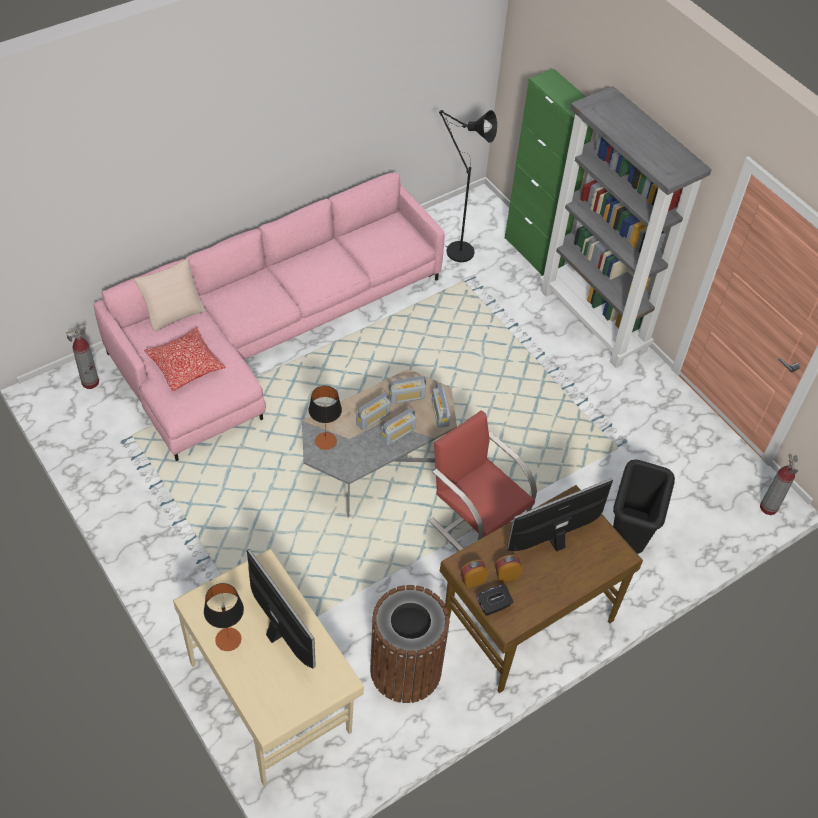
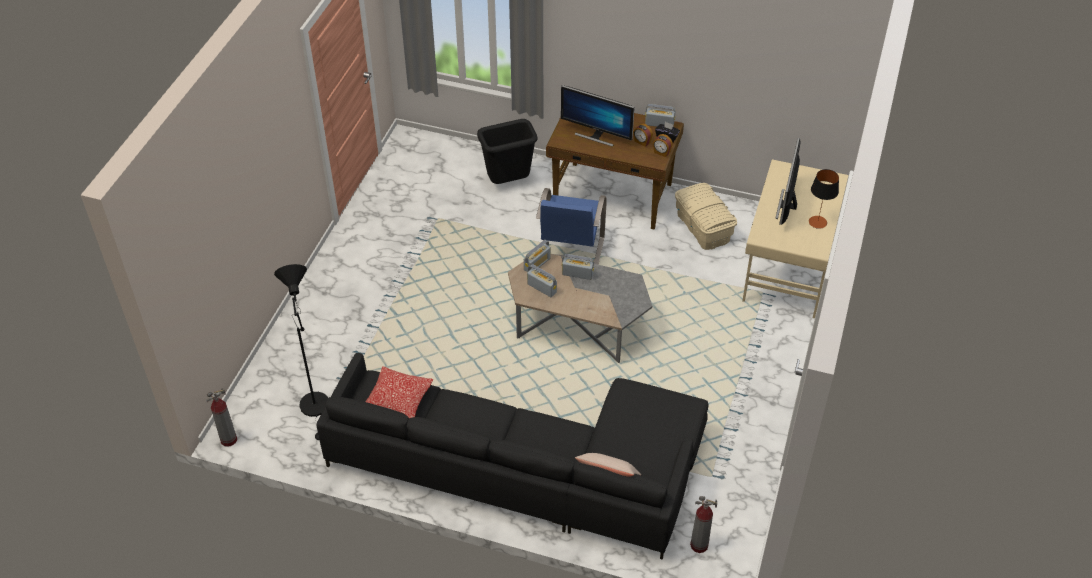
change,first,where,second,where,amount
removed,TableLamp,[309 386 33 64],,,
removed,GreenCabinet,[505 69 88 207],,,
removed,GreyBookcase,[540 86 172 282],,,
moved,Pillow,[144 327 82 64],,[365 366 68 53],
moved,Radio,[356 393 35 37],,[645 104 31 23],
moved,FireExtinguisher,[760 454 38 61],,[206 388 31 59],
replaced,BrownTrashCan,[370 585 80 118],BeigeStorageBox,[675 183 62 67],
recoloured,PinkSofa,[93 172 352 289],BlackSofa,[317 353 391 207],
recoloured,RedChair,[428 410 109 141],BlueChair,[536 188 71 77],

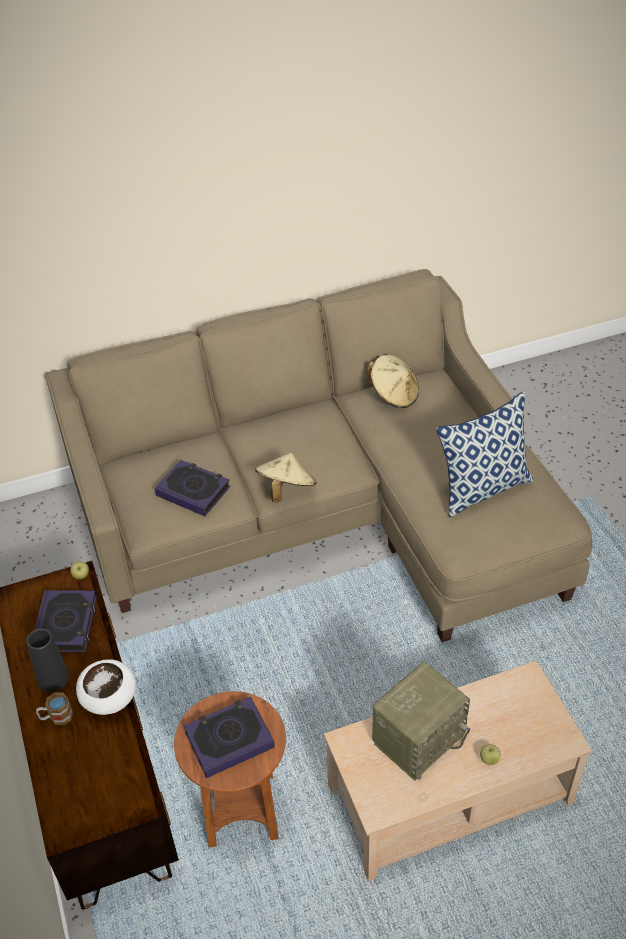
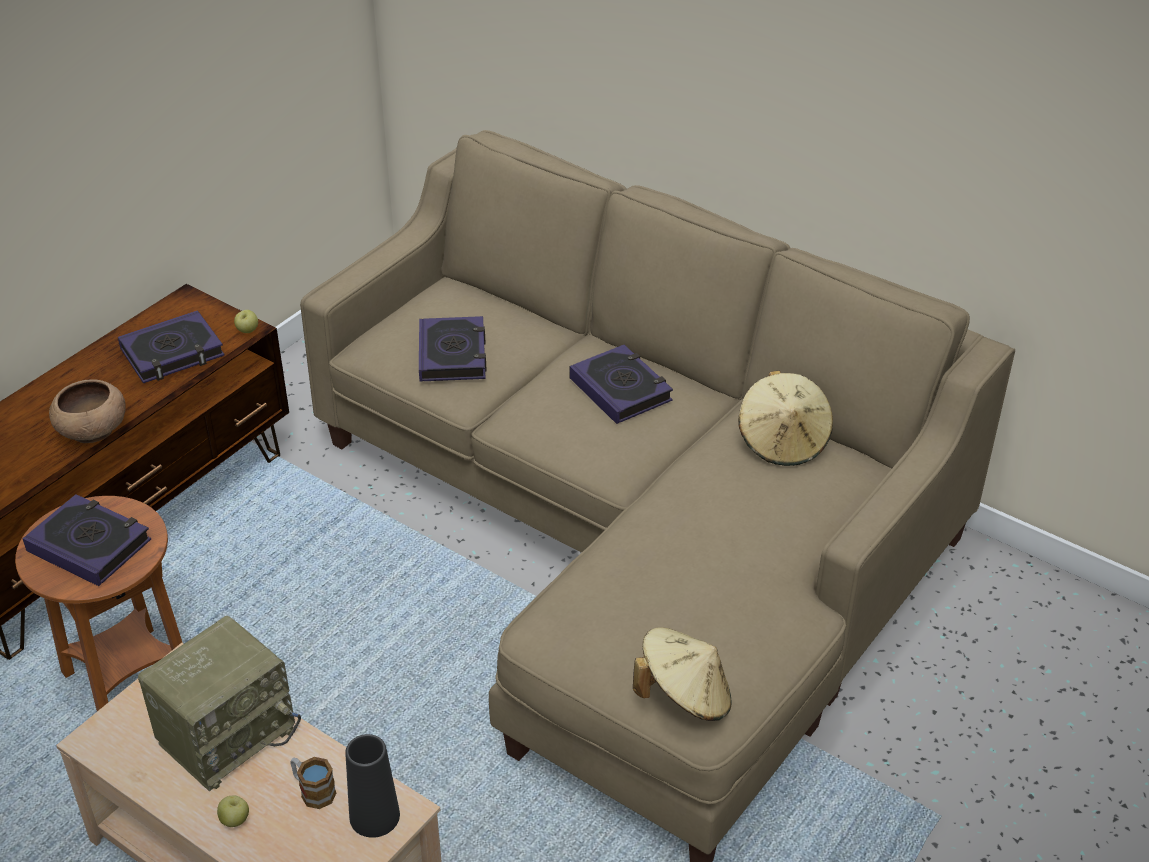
change,first,where,second,where,amount
removed,Pillow,[436 392 97 125],,,
added,,,Book,[570 345 103 79],
moved,BlackVase,[26 629 43 63],,[346 734 54 104],
moved,Mug,[36 692 37 33],,[290 757 46 52],
moved,BeigeHat,[255 453 62 50],,[633 627 98 94],
recoloured,WhiteBowl,[76 659 60 56],BrownBowl,[49 379 77 64],
turned,Radio,[372 662 98 119],,[138 616 163 175],60 degrees counterclockwise

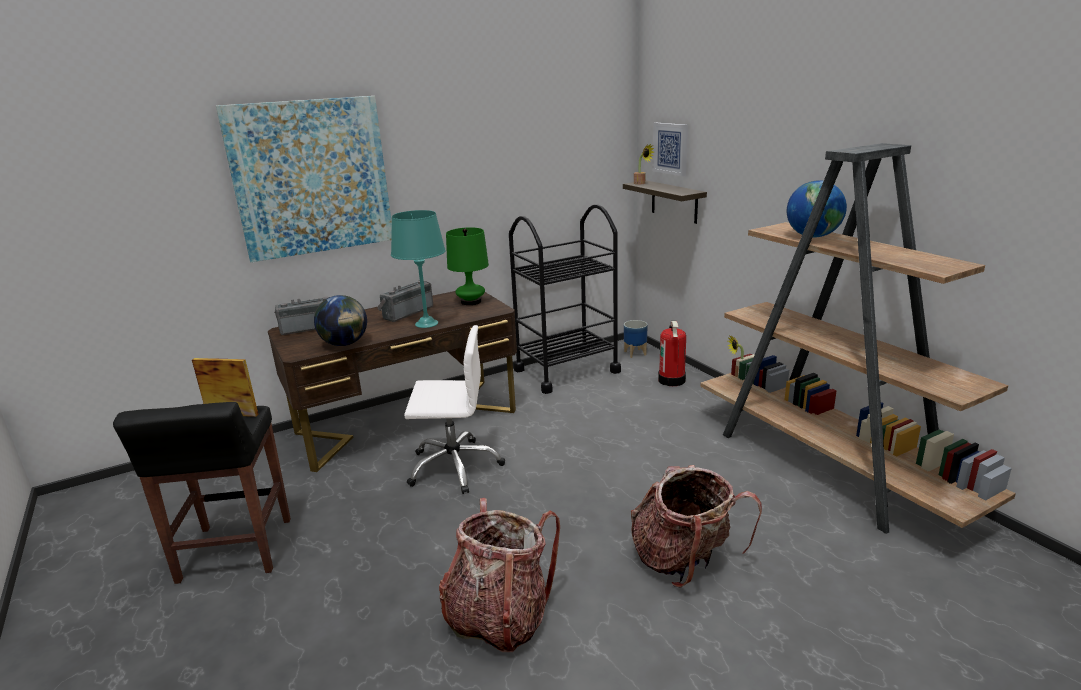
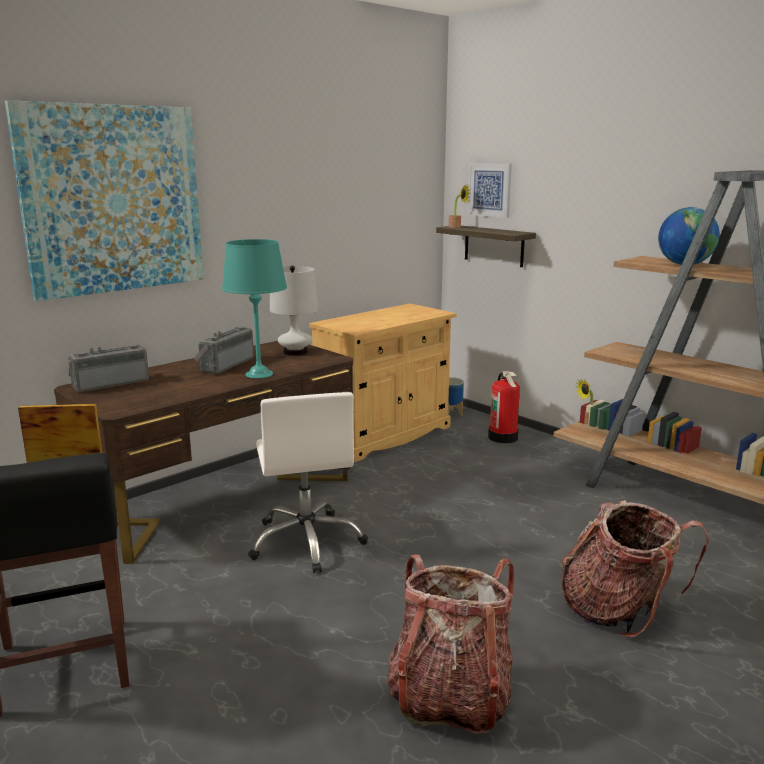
change,first,where,second,where,amount
removed,Globe,[314 295 53 51],,,
replaced,BlackCart,[509 204 112 190],BeigeCabinet,[309 303 148 159],
recoloured,GreenTableLamp,[446 228 43 77],WhiteTableLamp,[270 266 48 90],
turned,WhiteOfficeChair,[404 325 101 169],,[248 392 120 181],90 degrees clockwise

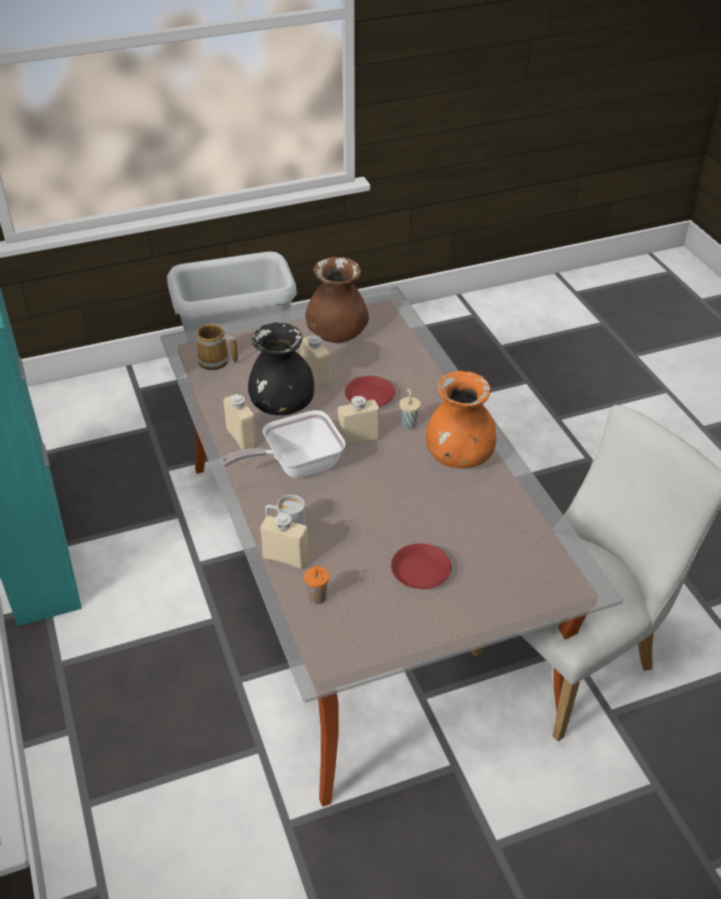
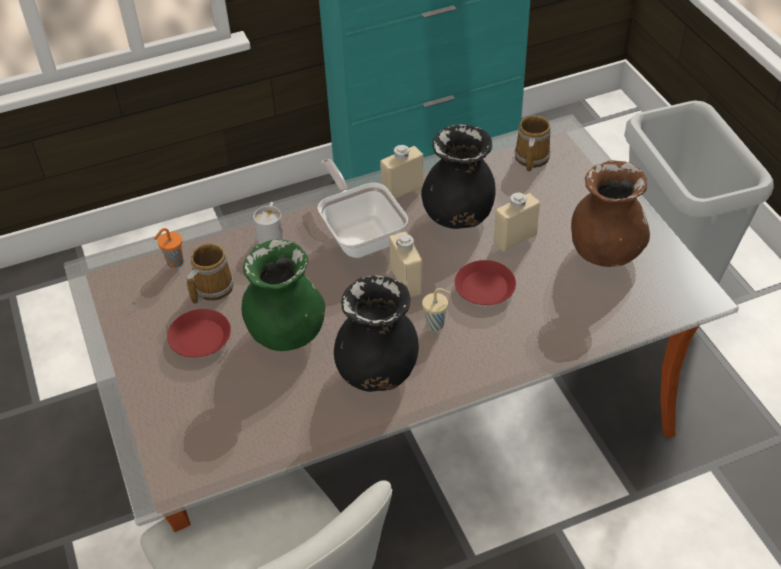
change,first,where,second,where,amount
removed,BeigeBottle,[260 513 49 56],,,
added,,,Mug,[187 243 47 61],
added,,,GreenVase,[242 239 83 112],
recoloured,OrangeVase,[426 371 70 97],BlackVase,[334 275 85 117],

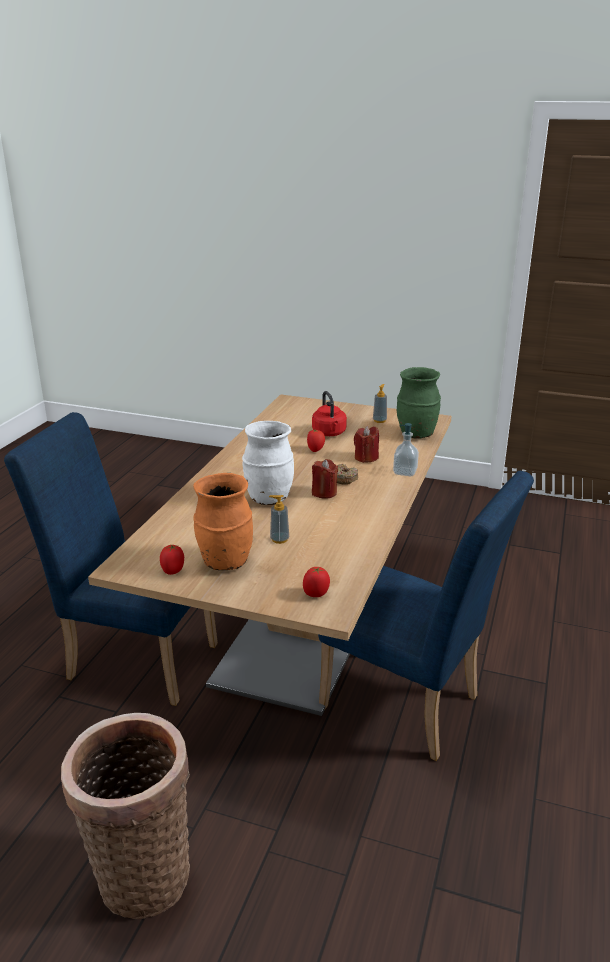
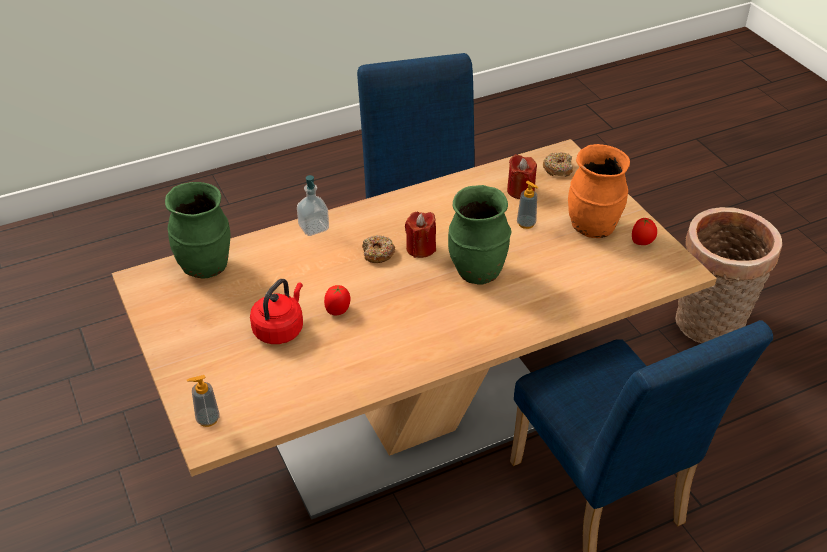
change,first,where,second,where,amount
moved,RedCandle,[354 426 25 37],,[507 154 30 45],
moved,SoapDispenser,[373 384 14 39],,[187 375 33 52],
replaced,Tomato,[303 567 27 30],Donut,[543 152 30 25],
recoloured,WhiteVase,[242 421 52 84],GreenVase,[448 185 63 100],

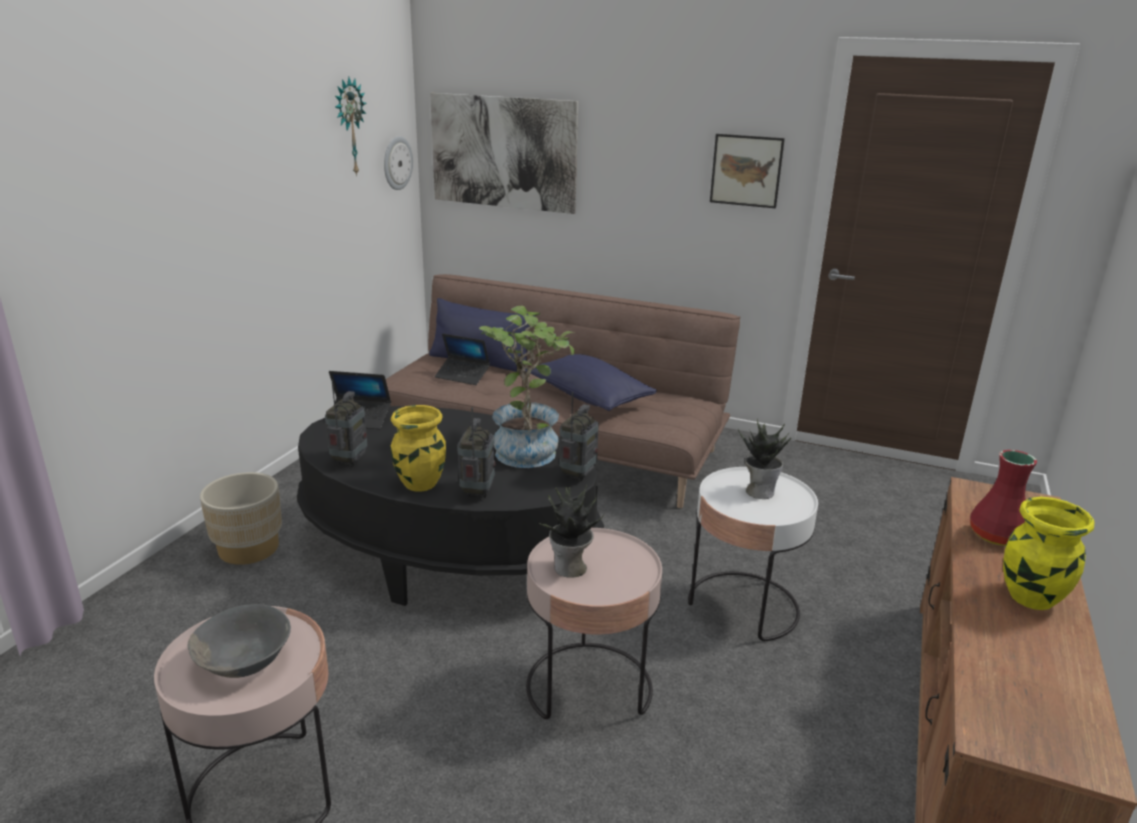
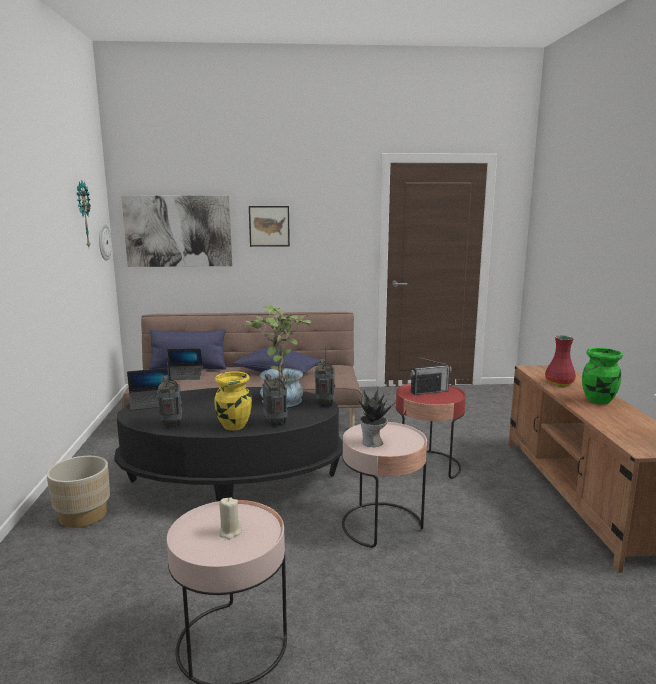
change,first,where,second,where,amount
moved,Picture,[710 134 75 74],,[249 206 41 41],
replaced,GreyBowl,[187 604 104 74],BeigeCandle,[219 497 23 43],
replaced,PottedPlant,[738 420 53 79],Radio,[410 357 42 38],
recoloured,WhiteSideTable,[688 467 130 174],RedSideTable,[396 383 70 96],
recoloured,YellowVase,[1003 497 91 113],GreenVase,[582 348 41 56],

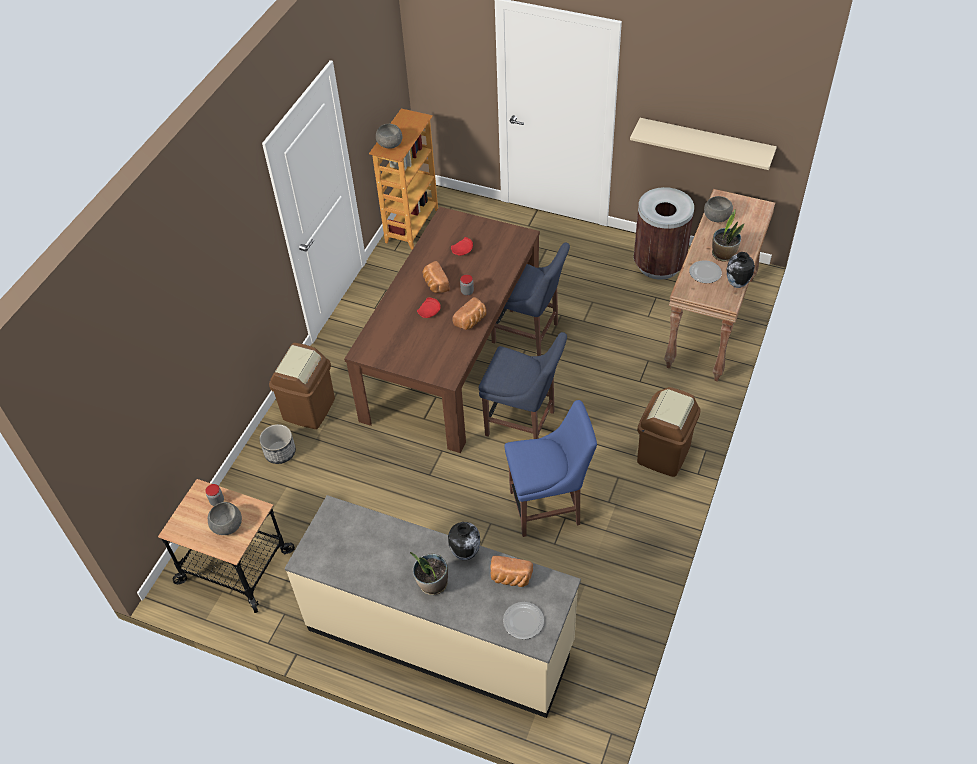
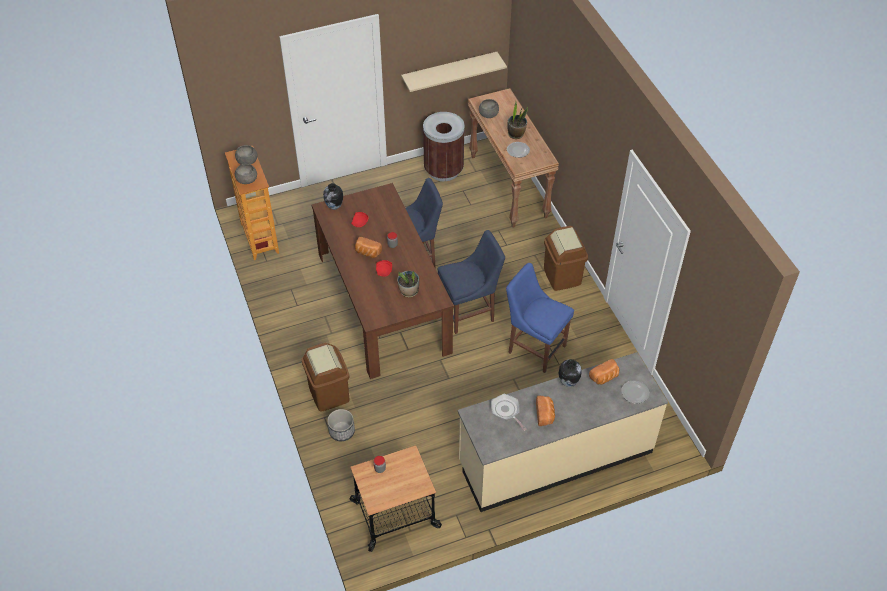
change,first,where,second,where,amount
added,,,FryingPan,[491 394 36 37],
moved,GreyBowl,[208 502 34 33],,[235 145 23 20],
moved,PottedPlant,[410 552 38 43],,[397 271 22 26],
moved,Bread,[452 297 34 33],,[536 396 19 30],
moved,Vase,[727 252 28 36],,[323 183 20 27],
turned,BlueChair,[504 400 93 137],,[506 263 68 110],90 degrees counterclockwise

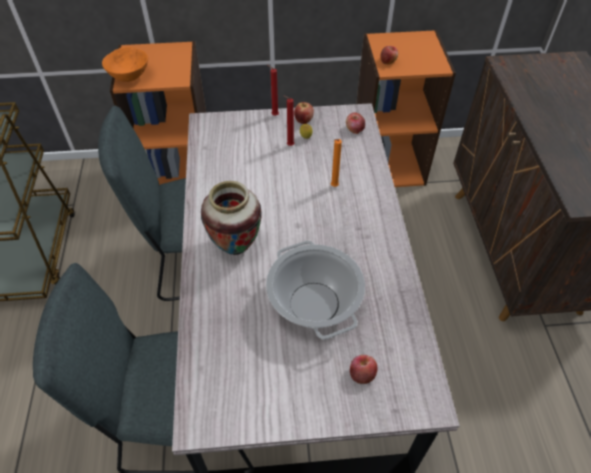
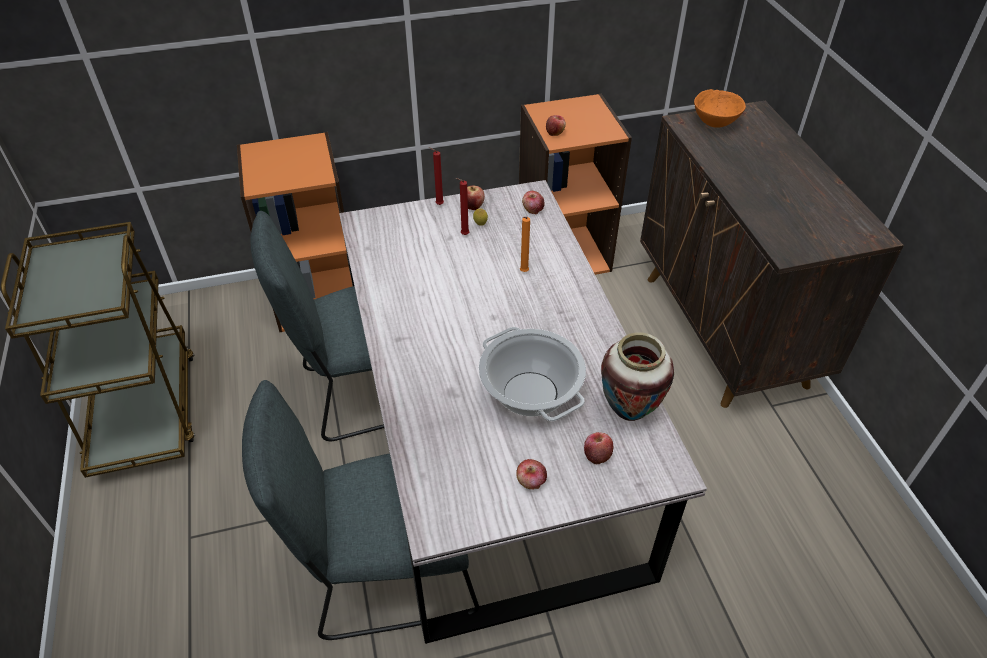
change,first,where,second,where,amount
added,,,Apple,[516 459 31 30],
moved,OrangeBowl,[102 47 46 35],,[694 89 52 39],
moved,Vase,[201 181 61 74],,[601 332 73 89],

